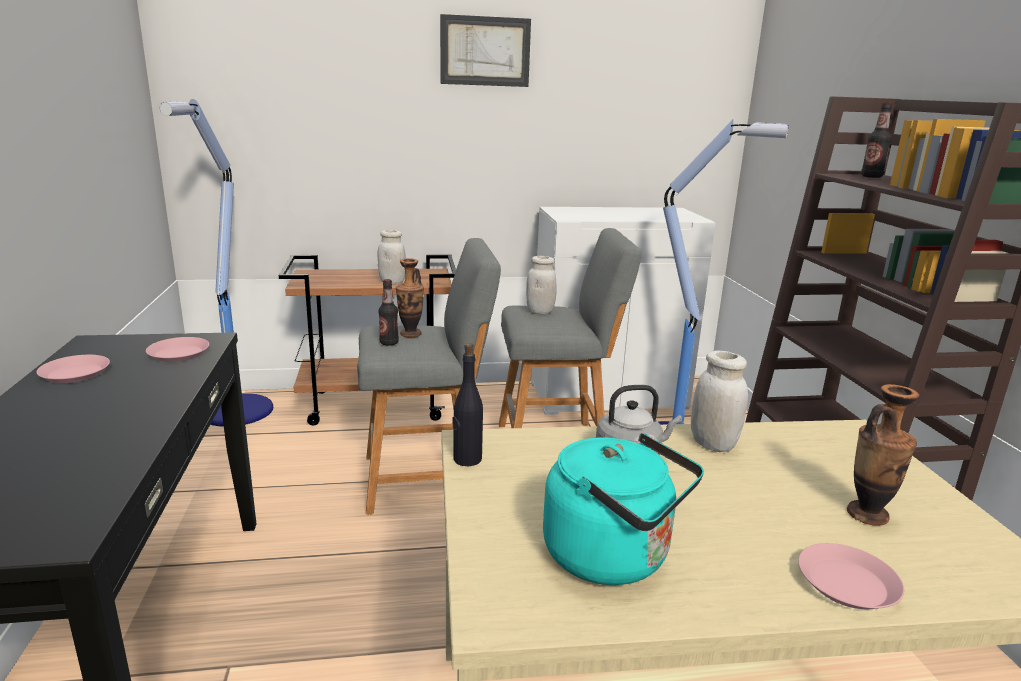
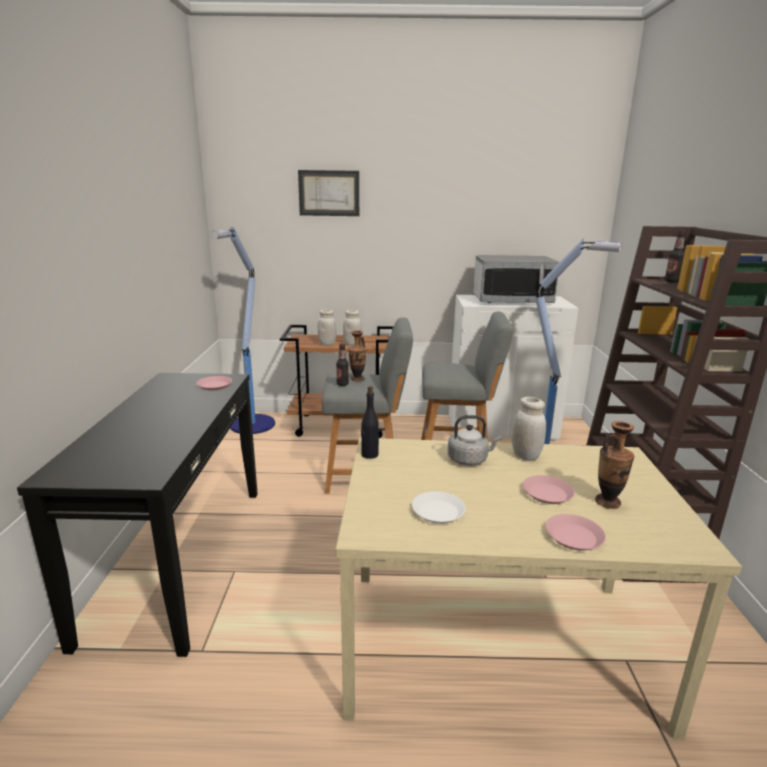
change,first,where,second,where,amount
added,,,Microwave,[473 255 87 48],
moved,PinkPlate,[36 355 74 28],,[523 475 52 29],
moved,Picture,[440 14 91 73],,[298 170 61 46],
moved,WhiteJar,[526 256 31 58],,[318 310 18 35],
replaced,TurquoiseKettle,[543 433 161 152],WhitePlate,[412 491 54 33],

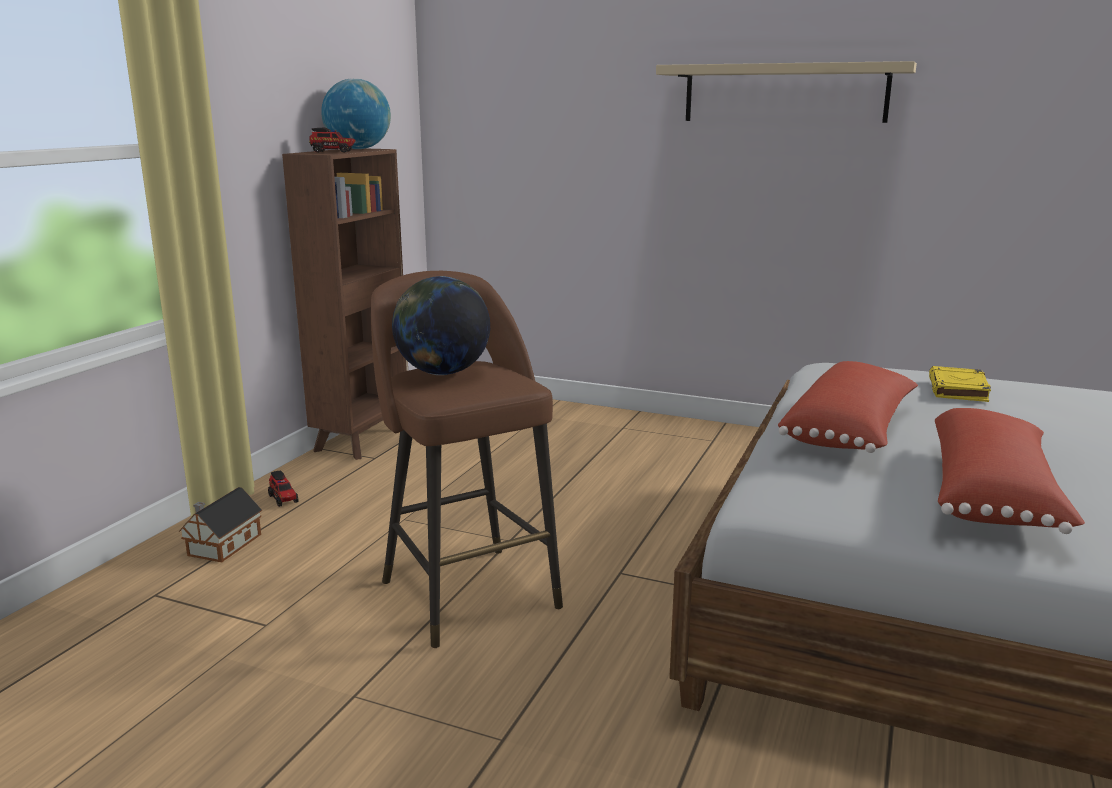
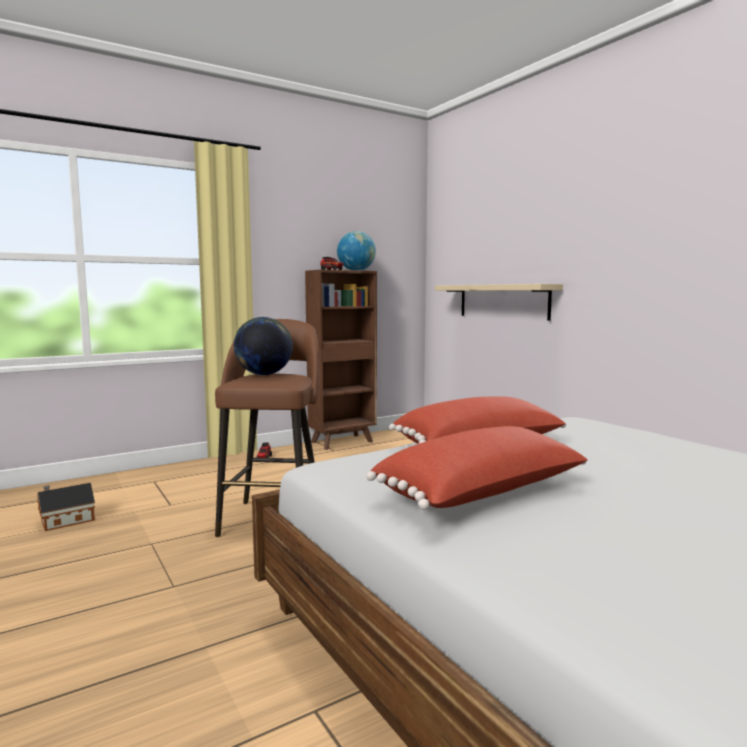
change,first,where,second,where,amount
removed,YellowBook,[929 366 62 36],,,
moved,ToyHouse,[179 487 83 75],,[37 483 58 48],
moved,BeigeShelf,[656 61 261 62],,[435 284 128 36],

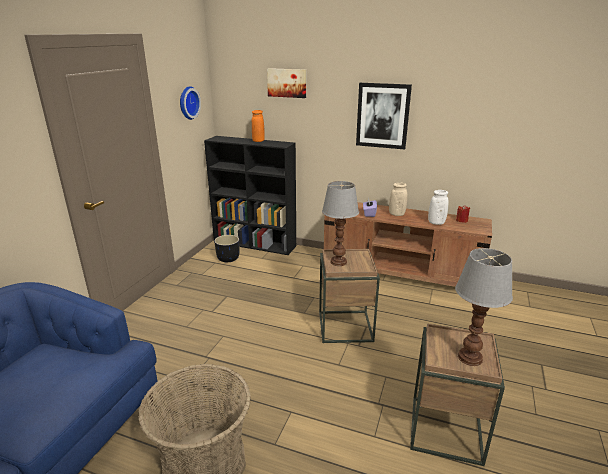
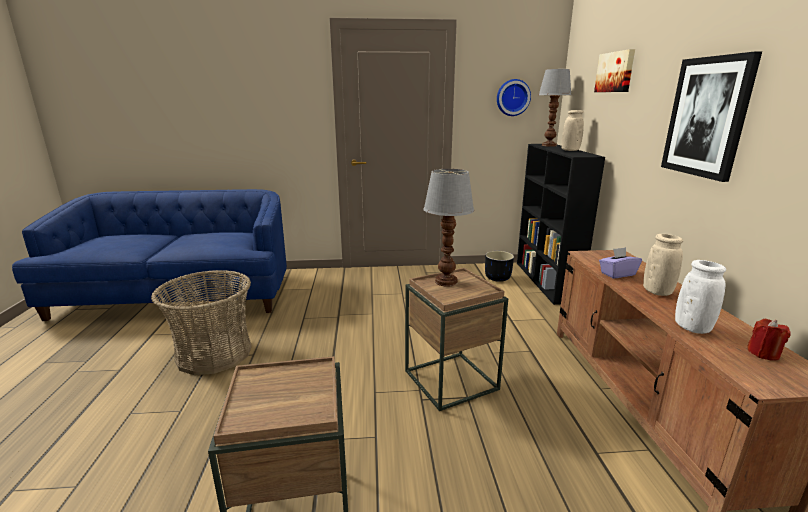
change,first,where,second,where,amount
moved,TableLamp,[455 248 58 118],,[539 69 32 78],
recoloured,OrangeVase,[252 110 13 32],BeigeVase,[561 110 23 41],

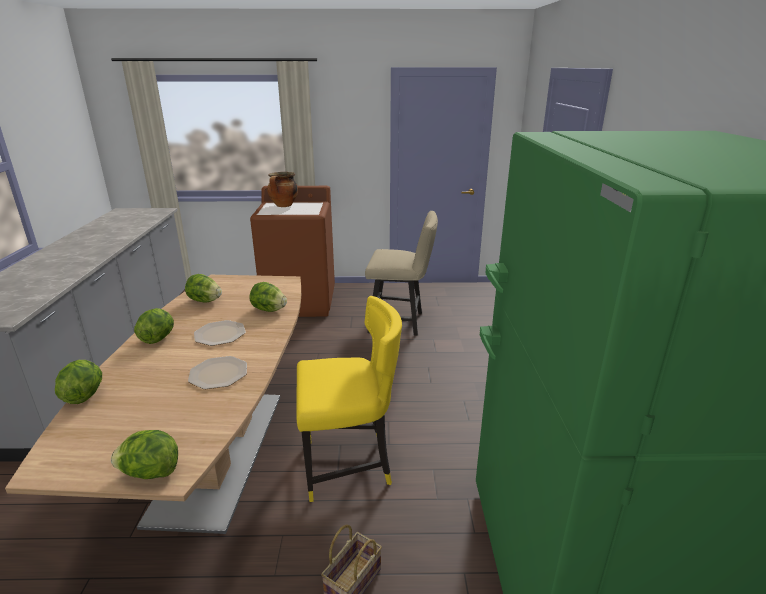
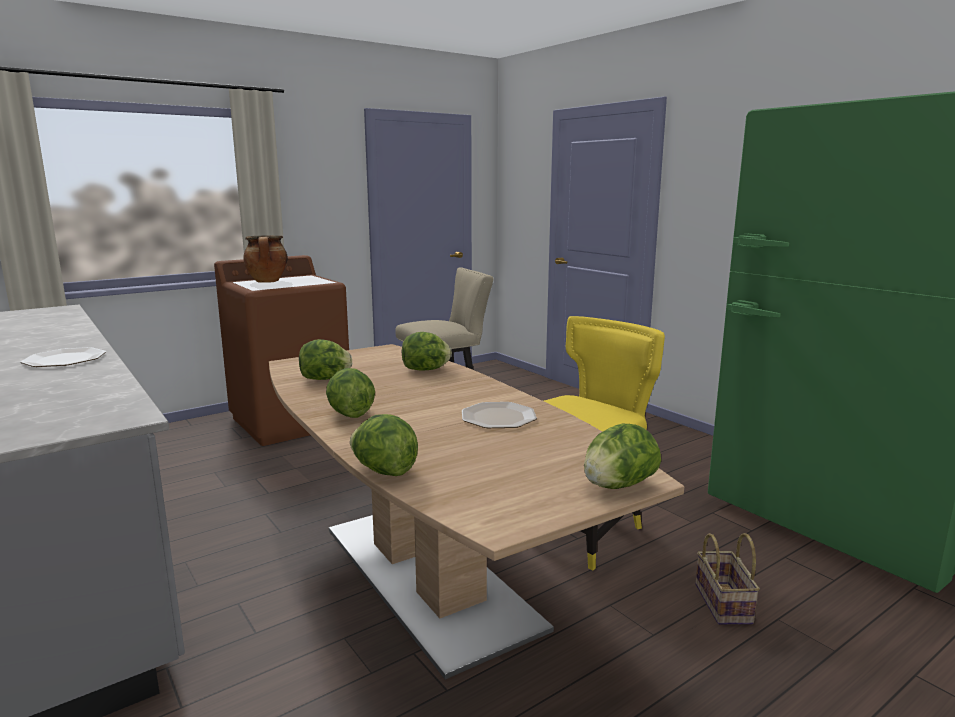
change,first,where,second,where,amount
moved,Plate,[194 320 52 26],,[20 347 86 20],

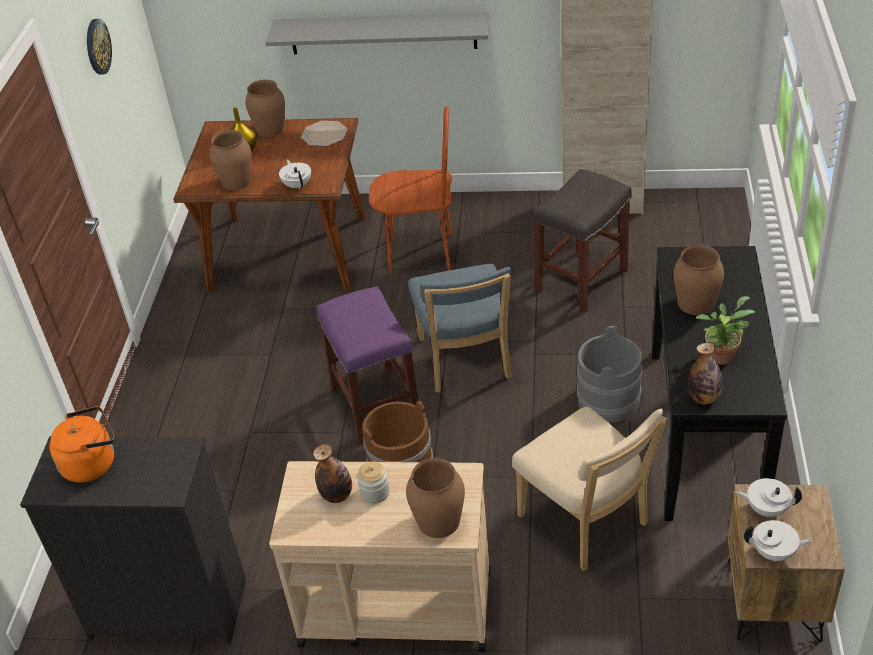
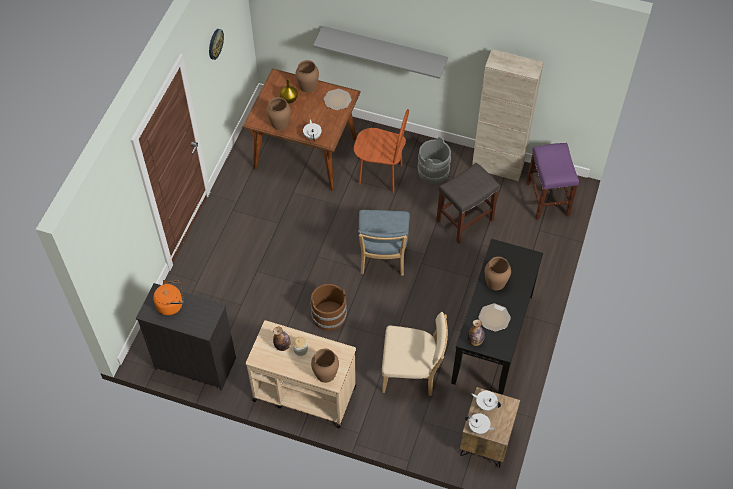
change,first,where,second,where,amount
moved,PurpleStool,[316 286 103 159],,[526 143 53 77],
moved,GreyBucket,[577 326 65 96],,[418 137 33 47],
replaced,PottedPlant,[696 296 59 69],Plate,[478 303 33 29],
turned,BeigeChair,[512 407 155 164],,[382 312 66 84],60 degrees counterclockwise

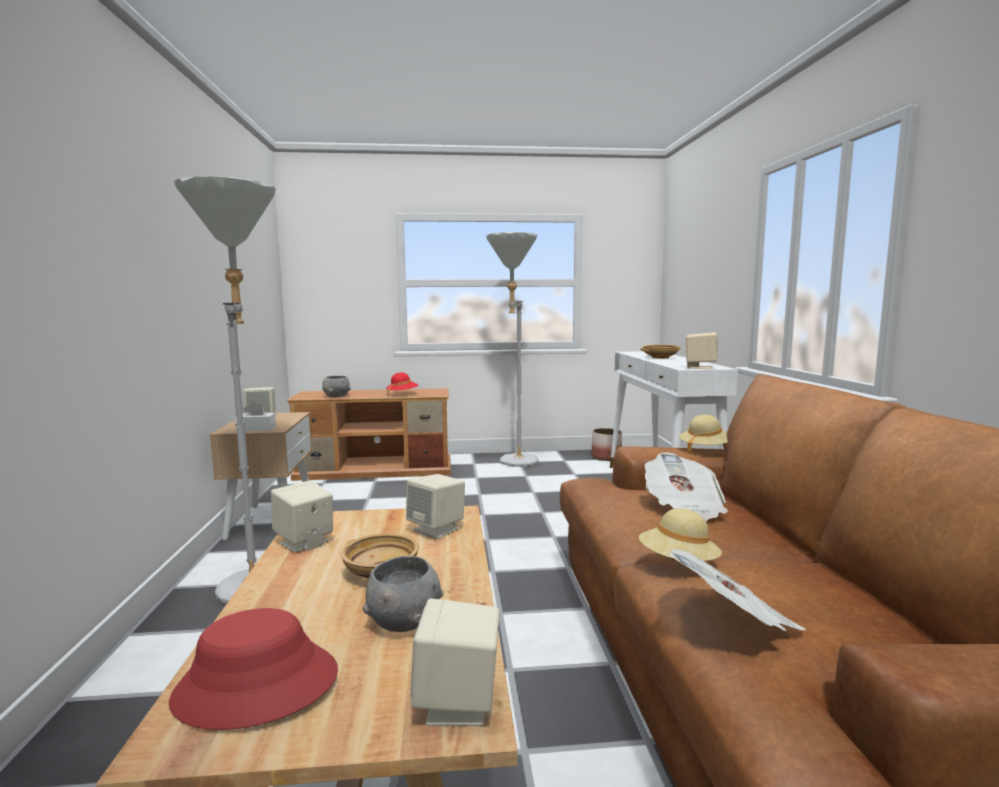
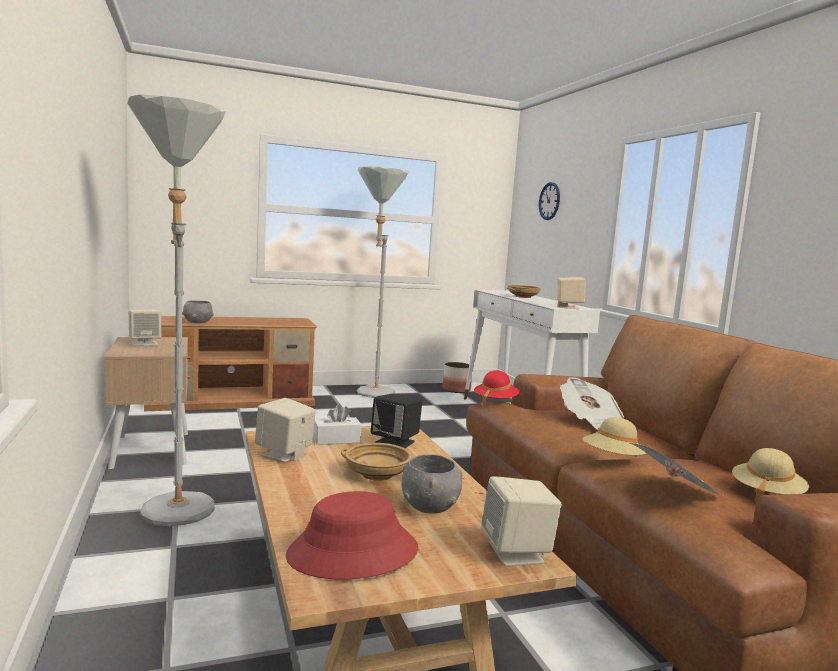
change,first,where,second,where,amount
added,,,WallClock,[539 182 21 38],
moved,WhiteTissueBox,[235 401 41 30],,[313 404 49 41],
moved,RedHat,[386 372 32 23],,[474 370 46 36],
moved,BeigeHat,[679 415 49 39],,[732 448 77 55],
recoloured,BeigeSpeaker,[406 474 59 65],BlackSpeaker,[371 394 51 54],

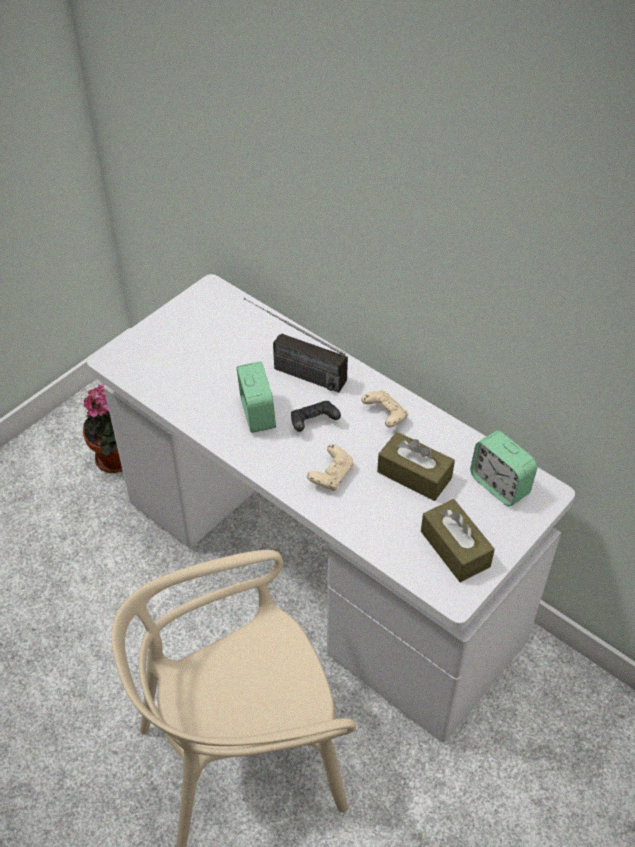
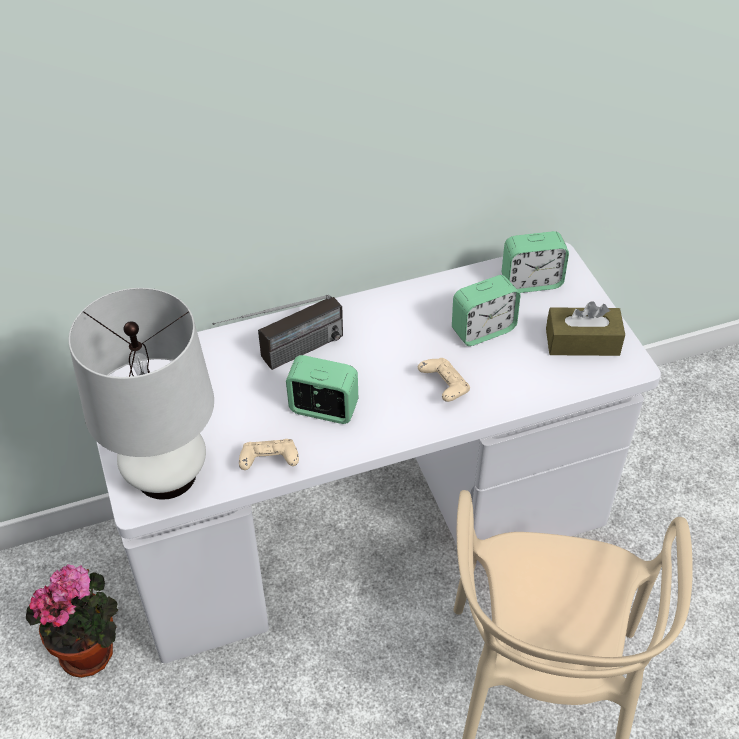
change,first,where,second,where,amount
removed,BlackGameController,[291 401 50 31],,,
added,,,WhiteTableLamp,[68 288 146 212],
moved,BeigeGameController,[361 390 47 37],,[239 439 60 31],
replaced,BrownTissueBox,[377 432 78 69],AlarmClock,[452 275 69 71],

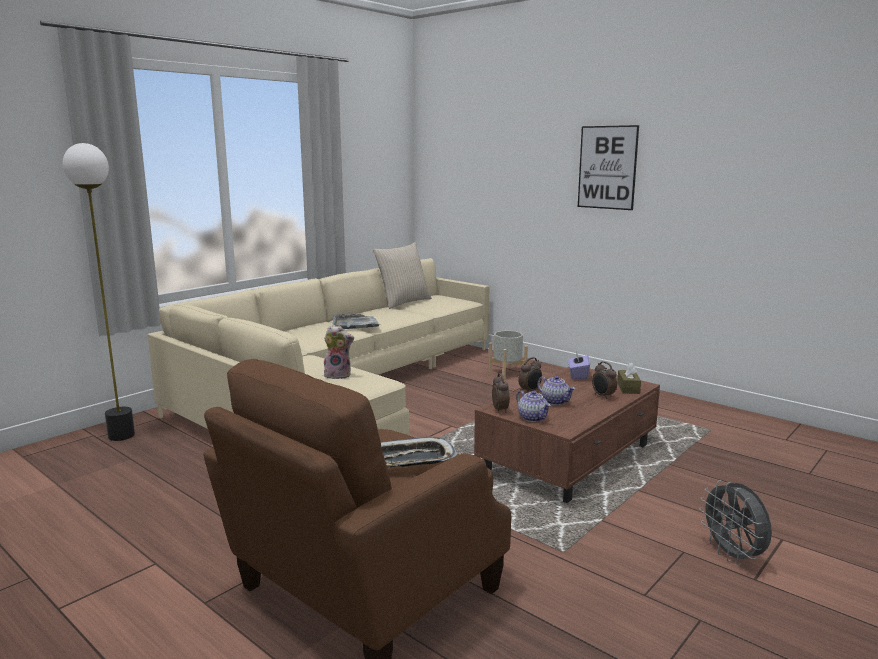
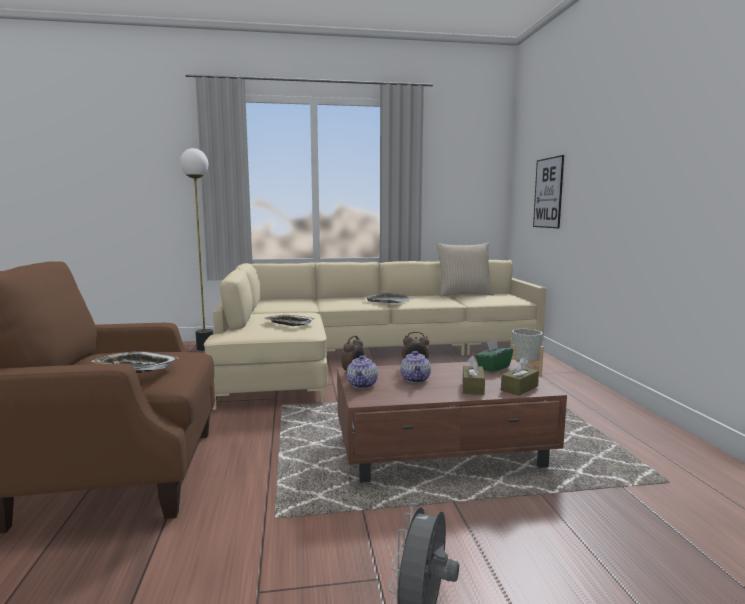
change,first,where,second,where,amount
moved,Picture,[578 125 61 85],,[533 155 31 73],
replaced,PlushToy,[324 325 30 54],Tray,[264 315 51 11],
replaced,AlarmClock,[592 361 25 38],BrownTissueBox,[463 356 22 39],
recoloured,PurpleTissueBox,[568 351 22 29],GreenTissueBox,[475 339 38 33],

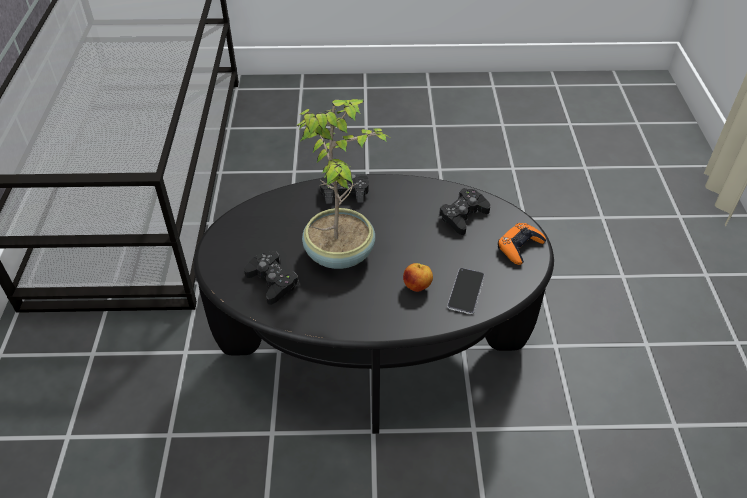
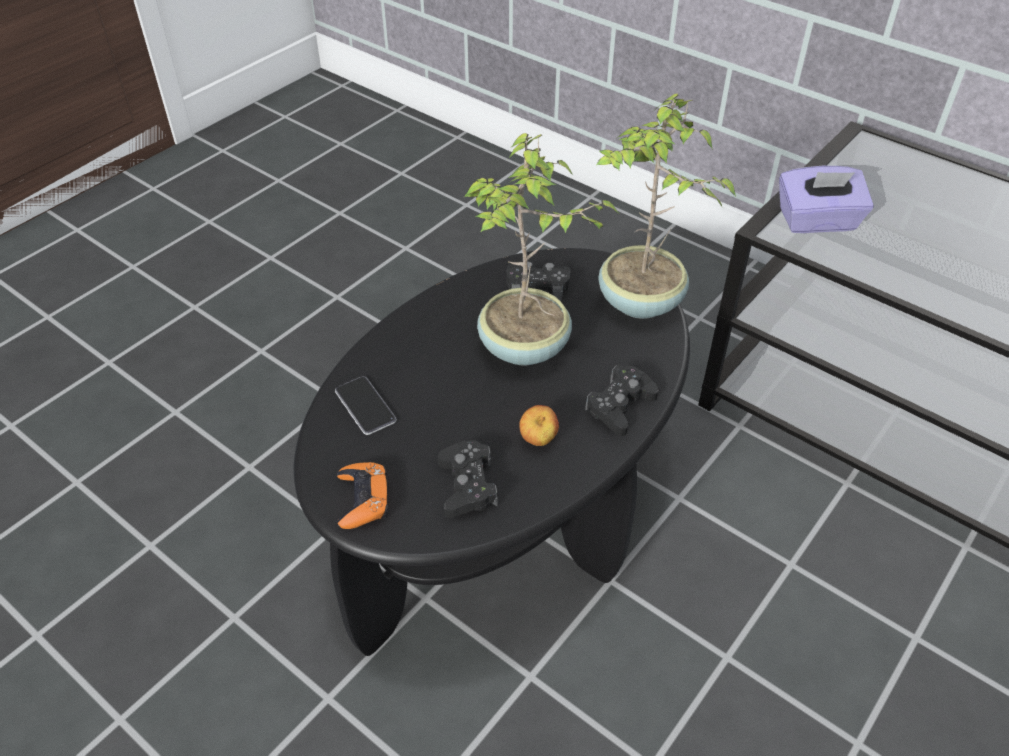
change,first,where,second,where,amount
added,,,PottedPlant,[596 94 140 225],
added,,,PurpleTissueBox,[779 166 95 67],
moved,Apple,[403 263 30 29],,[519 405 40 41],

